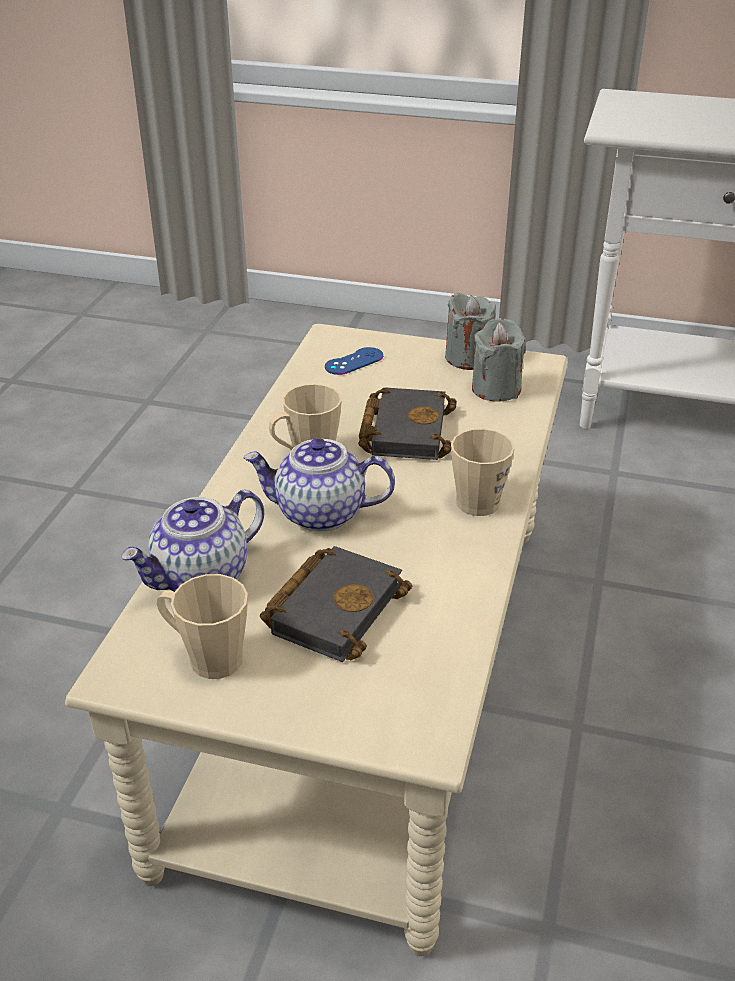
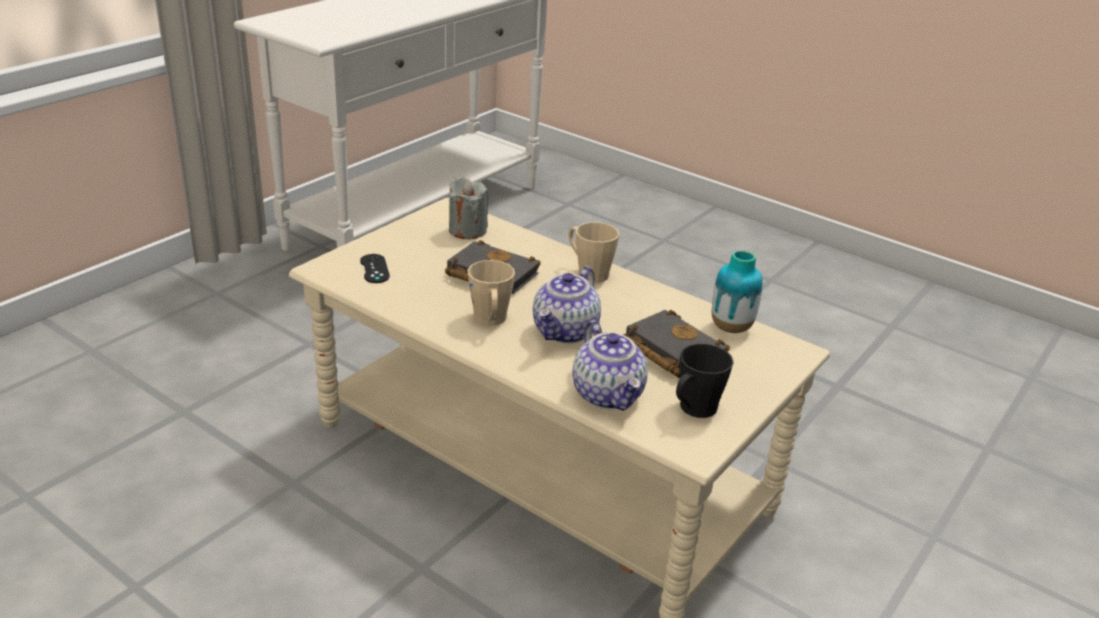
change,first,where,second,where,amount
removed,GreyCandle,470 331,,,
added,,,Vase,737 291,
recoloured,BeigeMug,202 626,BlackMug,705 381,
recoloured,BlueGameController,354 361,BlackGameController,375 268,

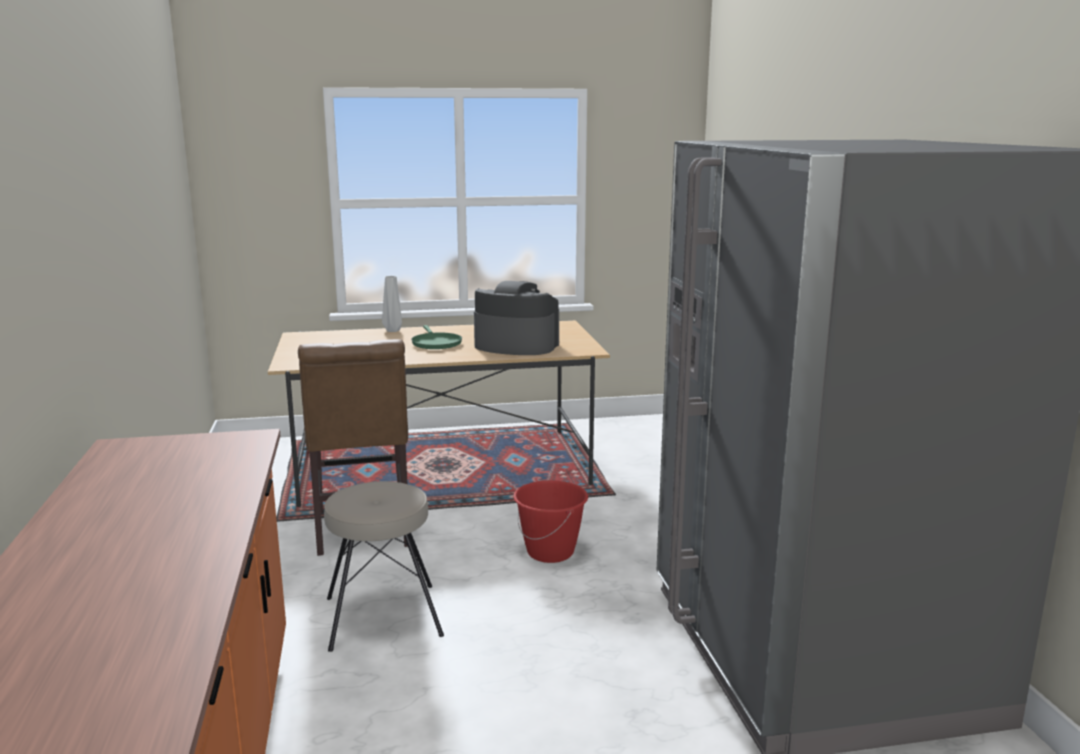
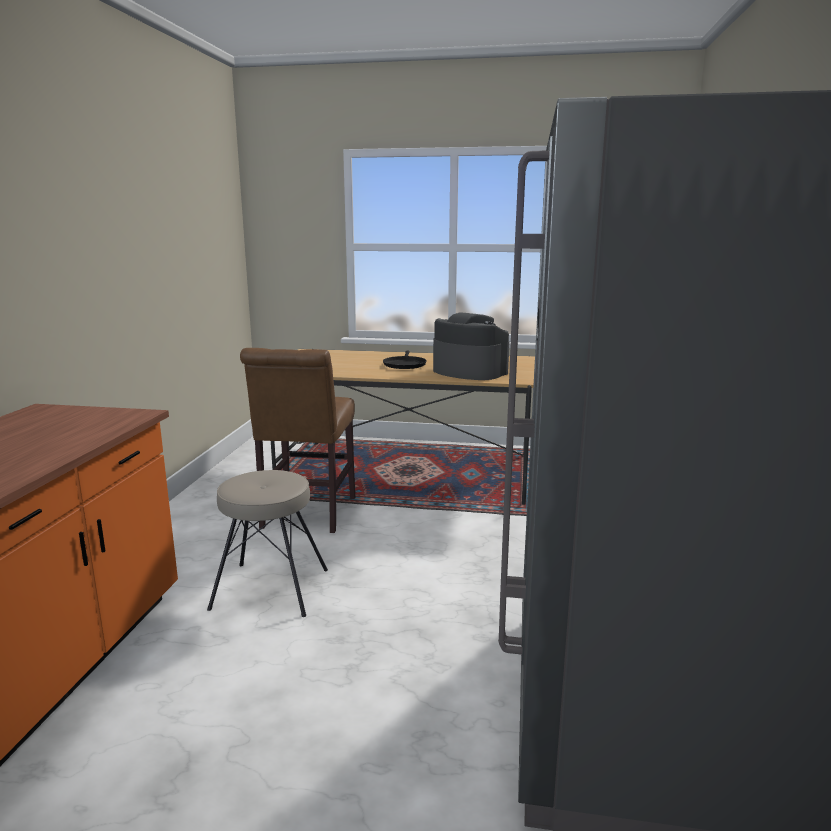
change,first,where,second,where,amount
removed,GreyVase,392 304,,,
removed,RedBucket,550 521,,,
recoloured,GreenFryingPan,436 337,BlackFryingPan,405 359,

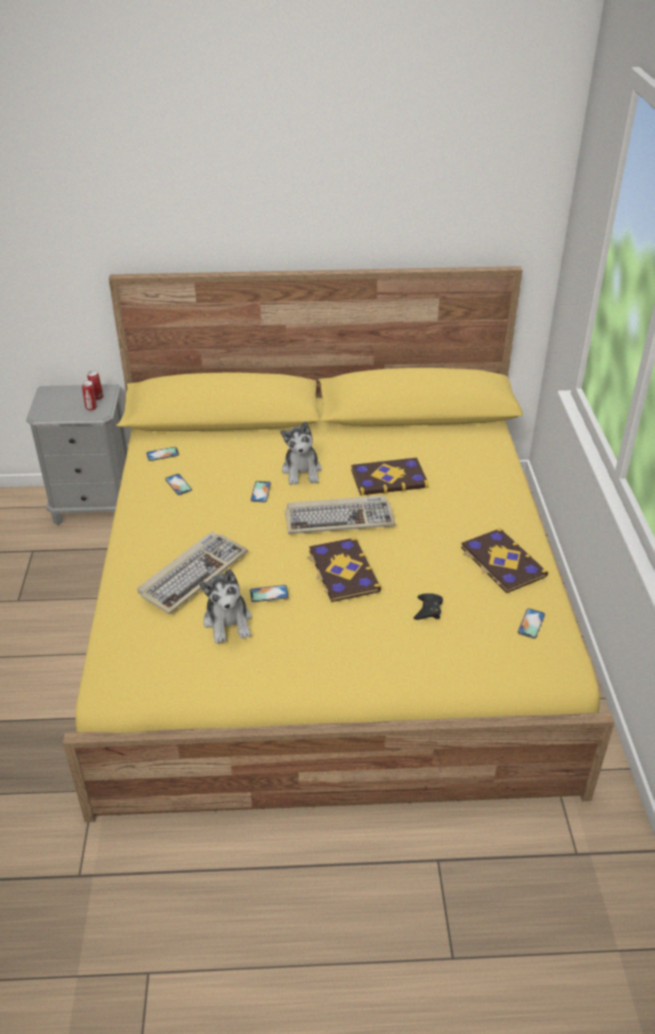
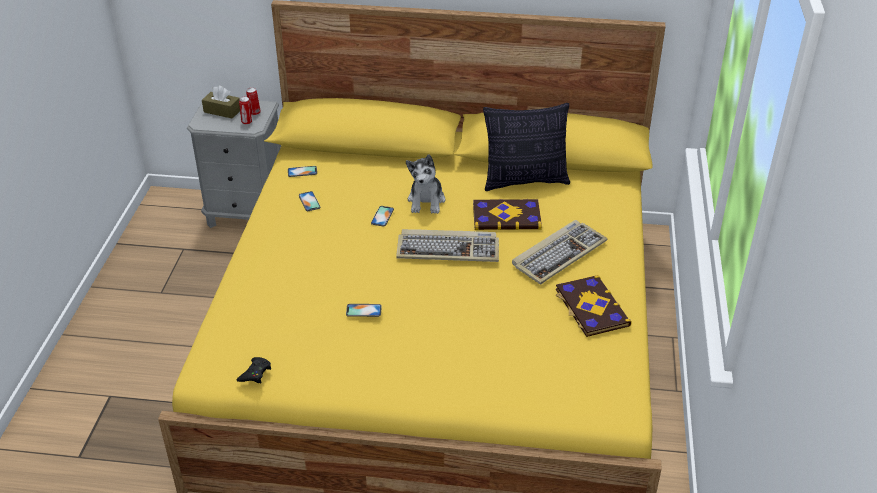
change,first,where,second,where,amount
removed,PlushToy,225 606,,,
removed,Book,344 569,,,
removed,Phone,531 623,,,
added,,,BrownTissueBox,221 102,
added,,,Pillow,526 147,
moved,Keyboard,192 573,,559 252,
moved,BlackGameController,428 606,,253 370,

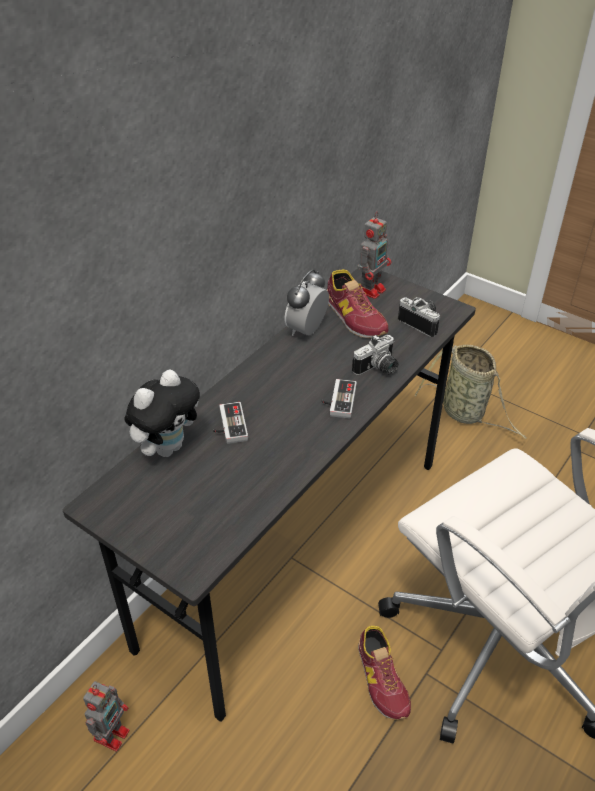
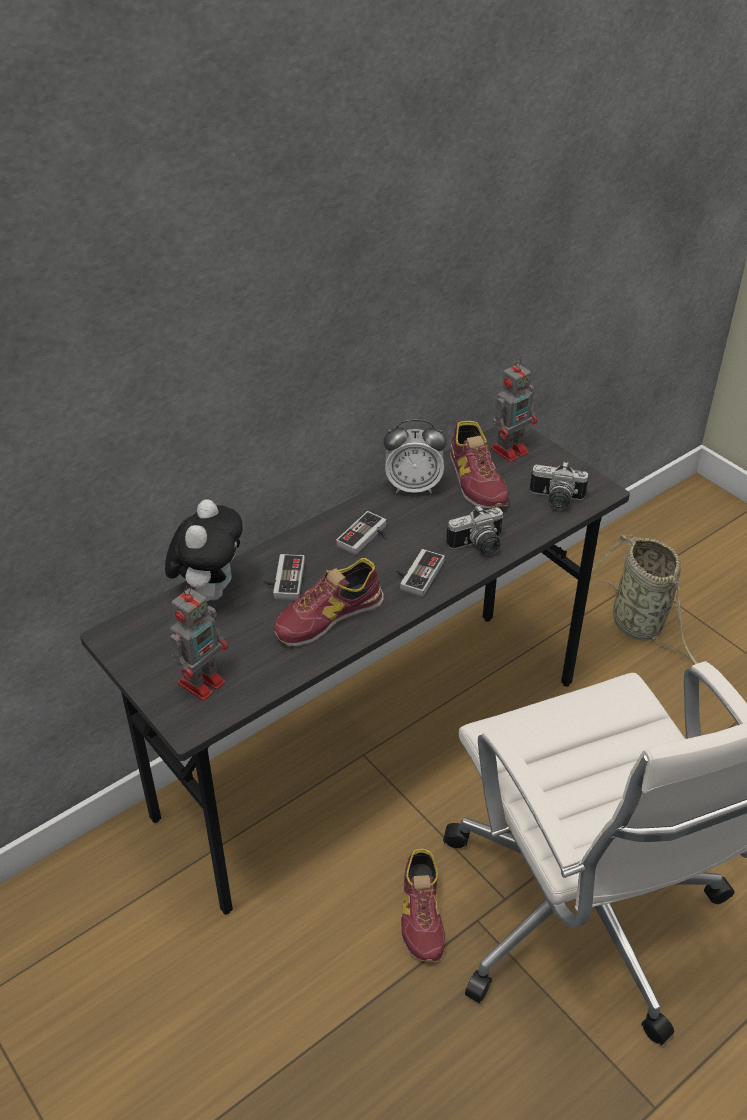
change,first,where,second,where,amount
added,,,Shoe,329 602,
added,,,GameController,361 533,
moved,ToyRobot,106 716,,198 643,
turned,PlushToy,162 413,,204 550,45 degrees counterclockwise
turned,AlarmClock,307 302,,415 456,135 degrees counterclockwise
turned,PhotoCamera,419 317,,559 485,135 degrees clockwise

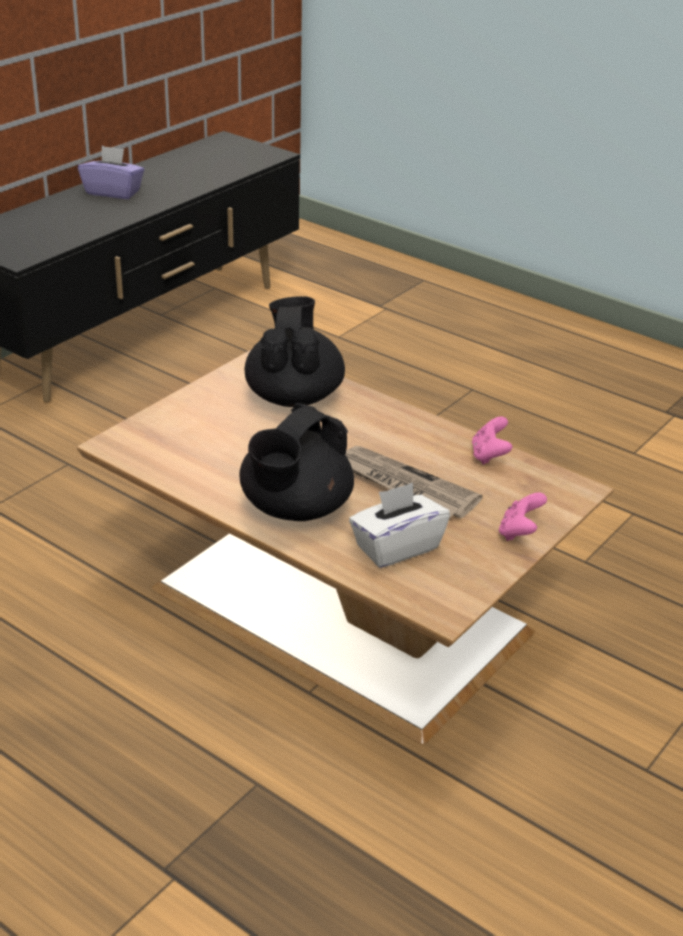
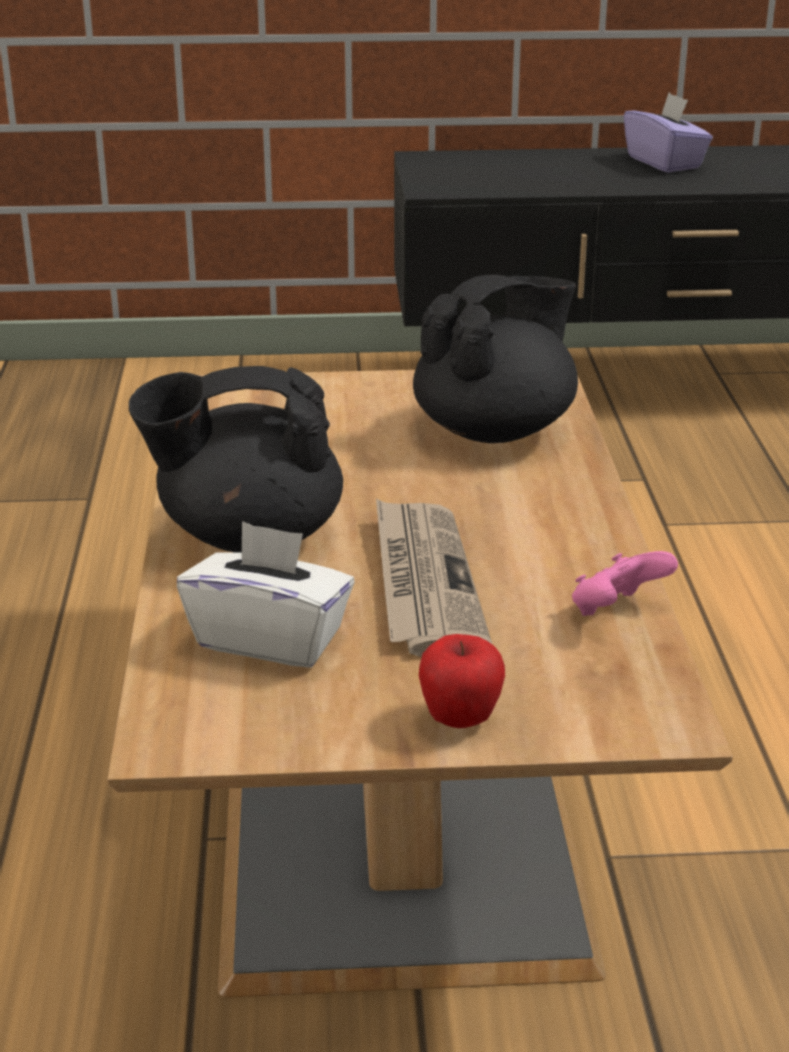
change,first,where,second,where,amount
replaced,PinkGameController,523 516,Apple,462 681,

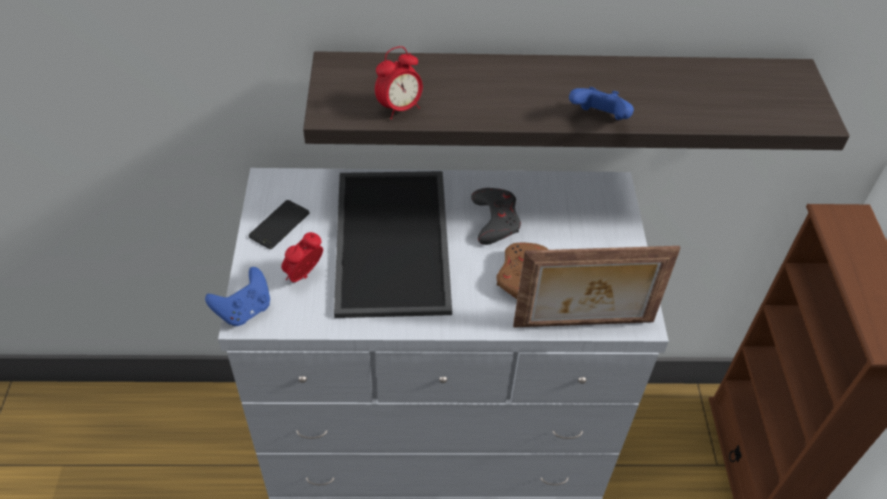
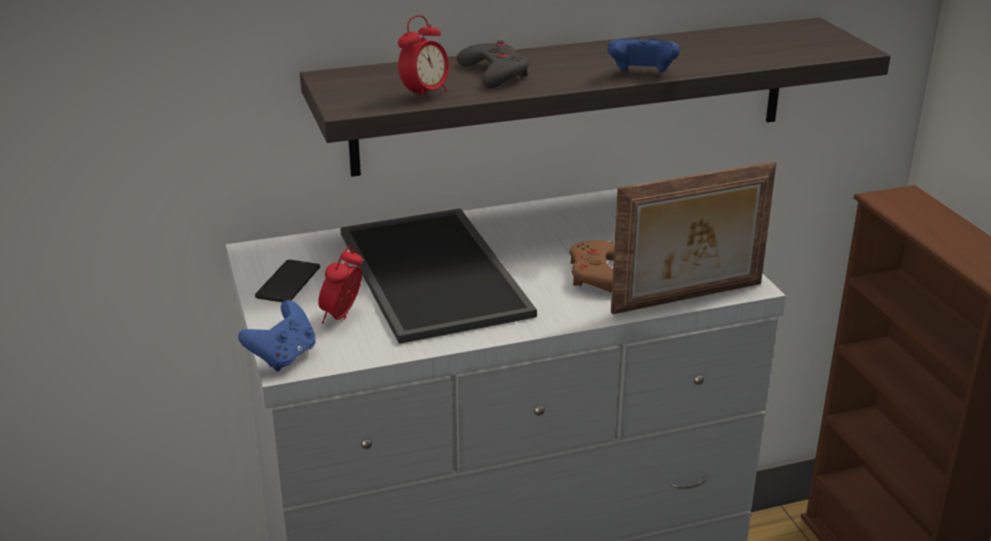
change,first,where,second,where,amount
moved,GreyGameController,496 216,,493 64,

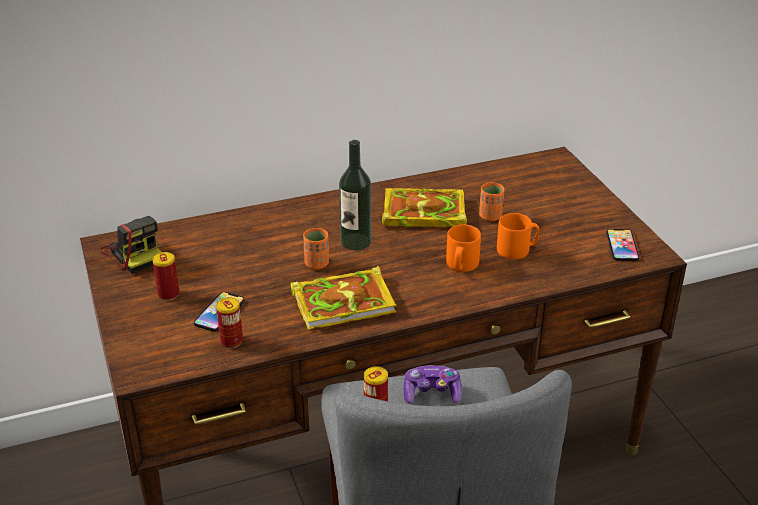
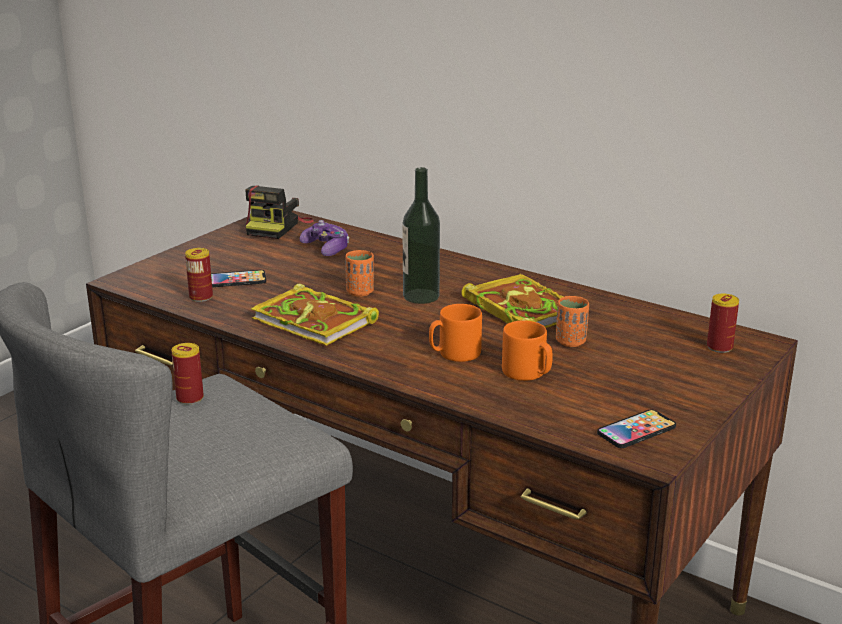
change,first,where,second,where,amount
moved,Can,165 276,,723 323,
moved,GameController,432 384,,324 238,

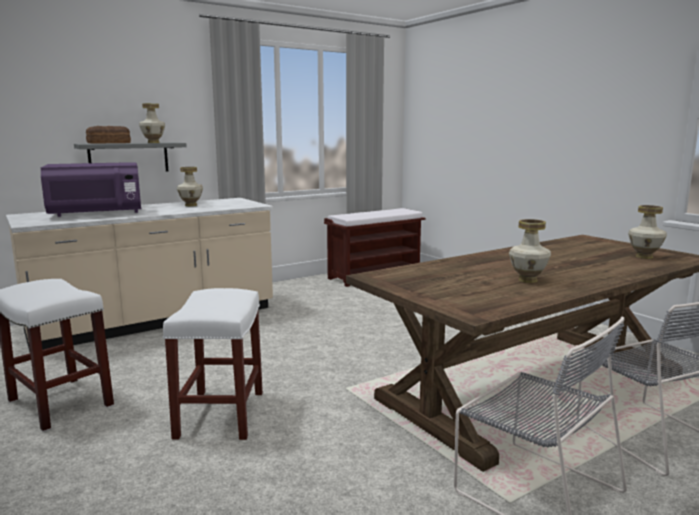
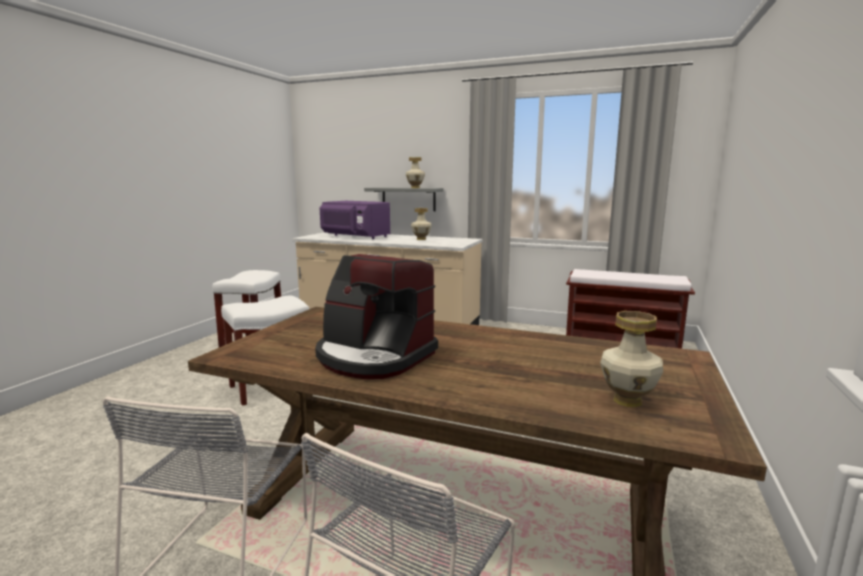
change,first,where,second,where,amount
removed,Bread,108 135,,,
replaced,Vase,530 251,CoffeeMachine,376 316,

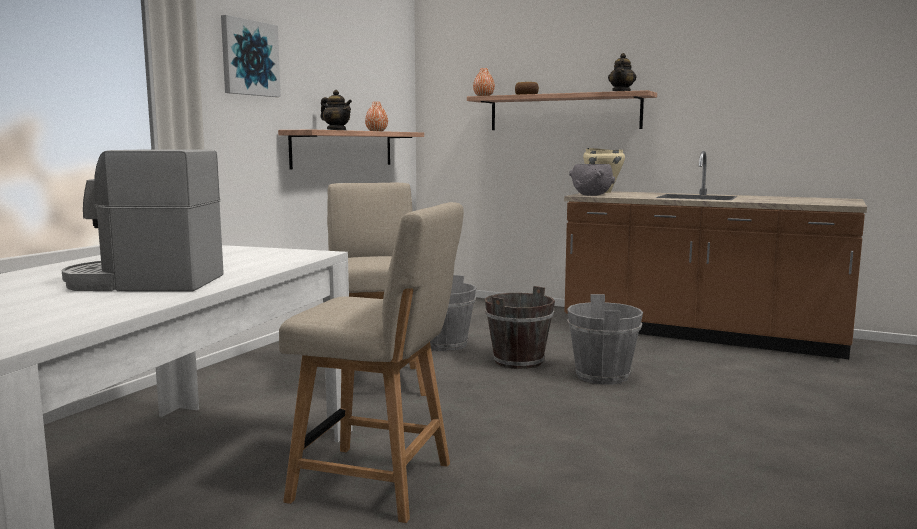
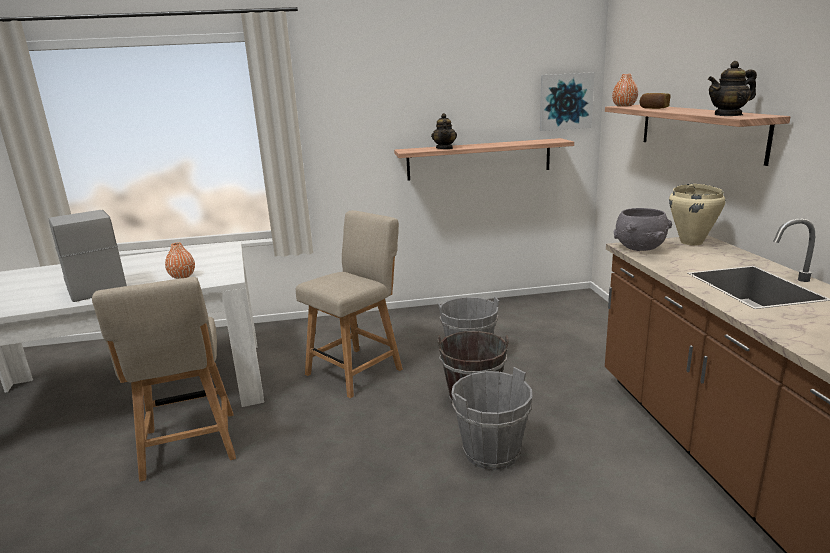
change,first,where,second,where,amount
moved,Picture,251 56,,567 101,
moved,OrangeVase,376 116,,180 260,

